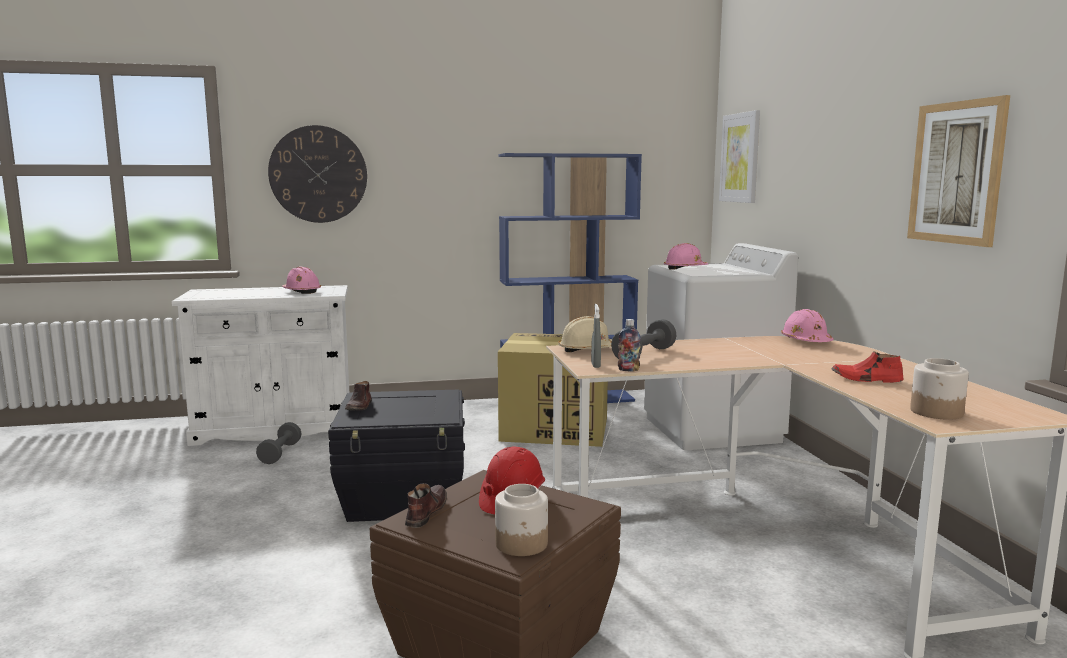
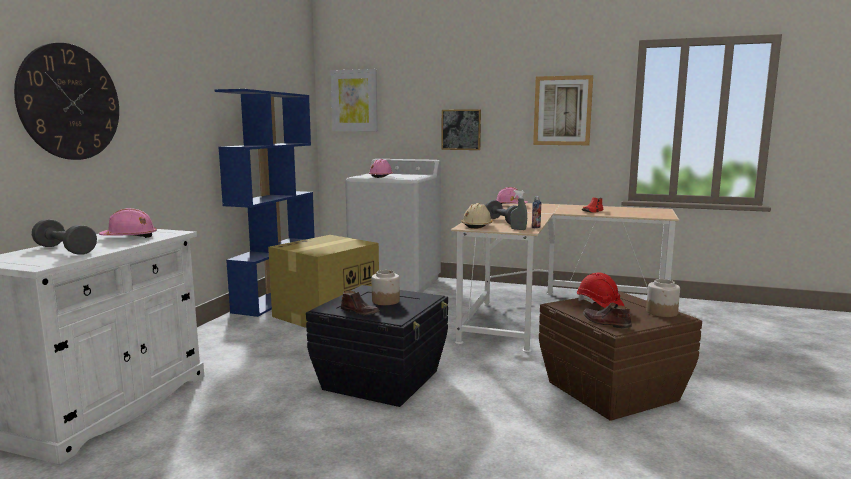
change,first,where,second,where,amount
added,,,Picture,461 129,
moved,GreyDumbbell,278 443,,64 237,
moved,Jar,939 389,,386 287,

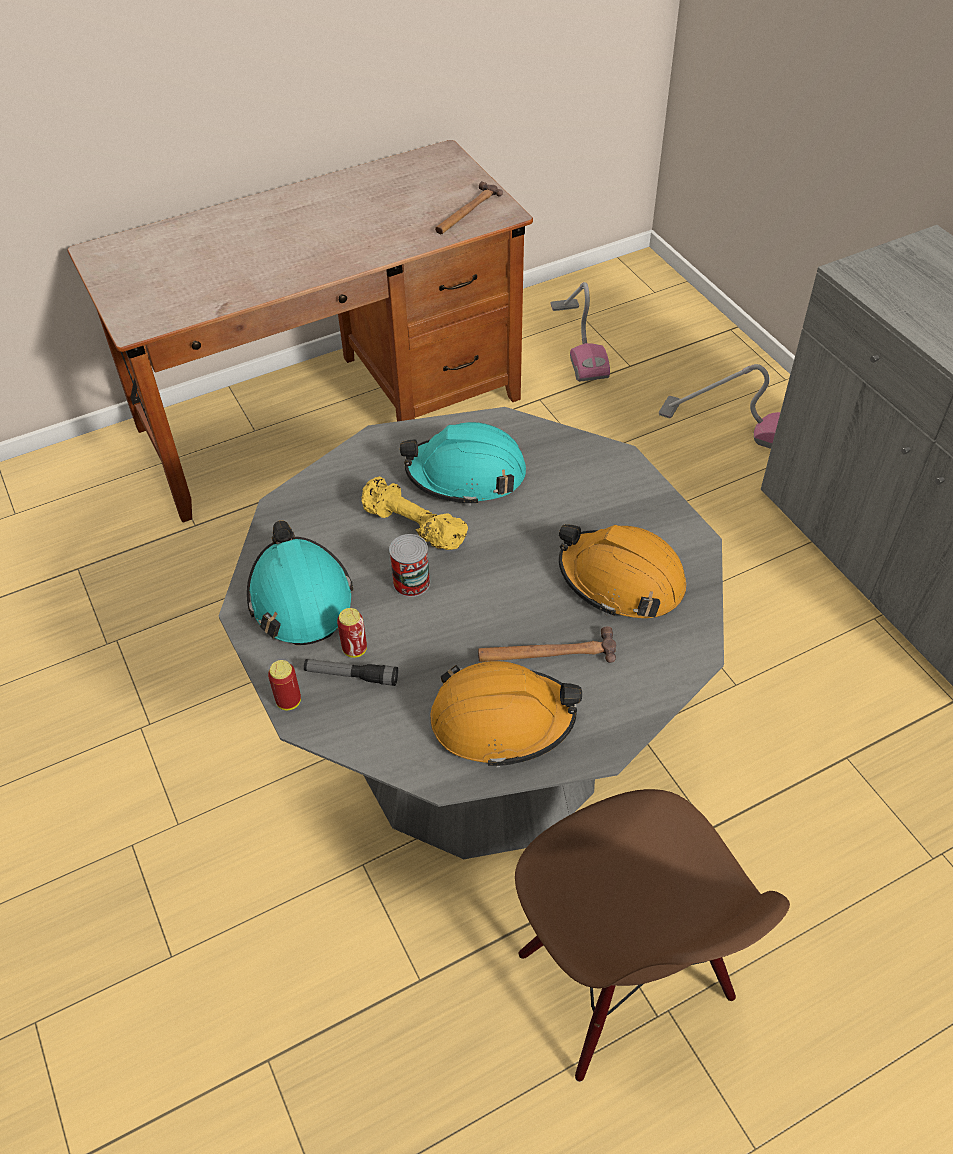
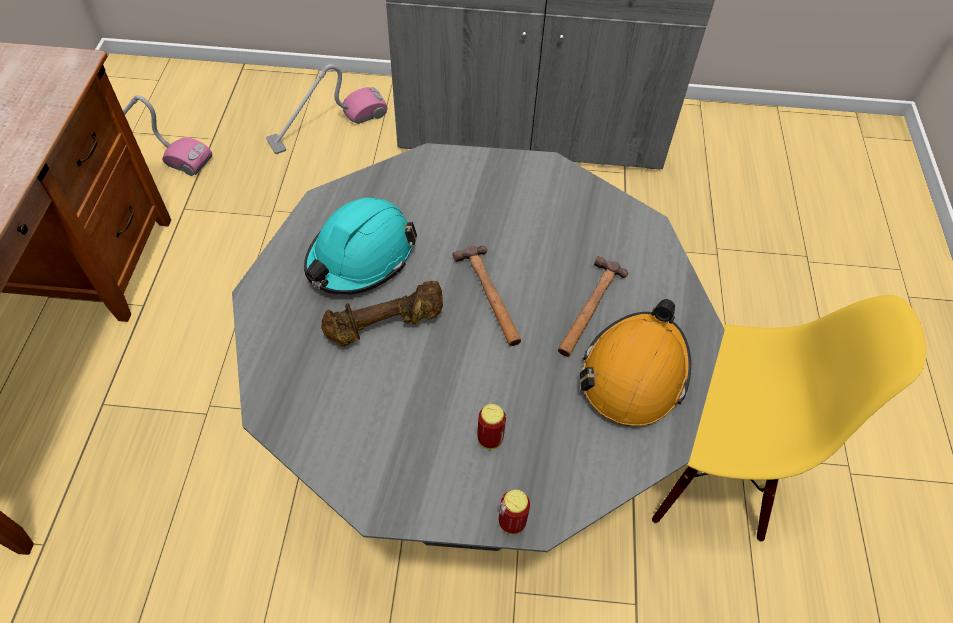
change,first,where,second,where,amount
removed,TurquoiseHardHat,300 582,,,
removed,Flashlight,351 672,,,
removed,Can,409 565,,,
removed,OrangeHardHat,622 571,,,
moved,Hammer,469 207,,487 295,
recoloured,YellowDumbbell,415 513,BrownDumbbell,382 314,
recoloured,BrownChair,652 935,YellowChair,789 418,

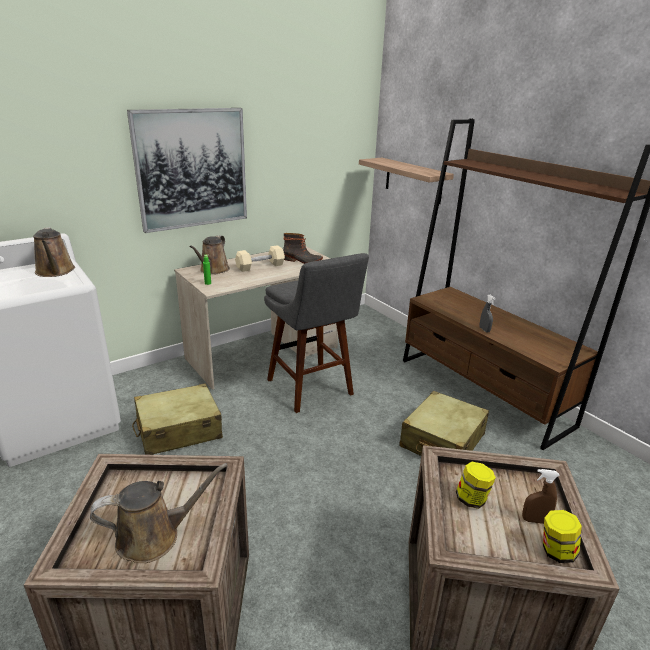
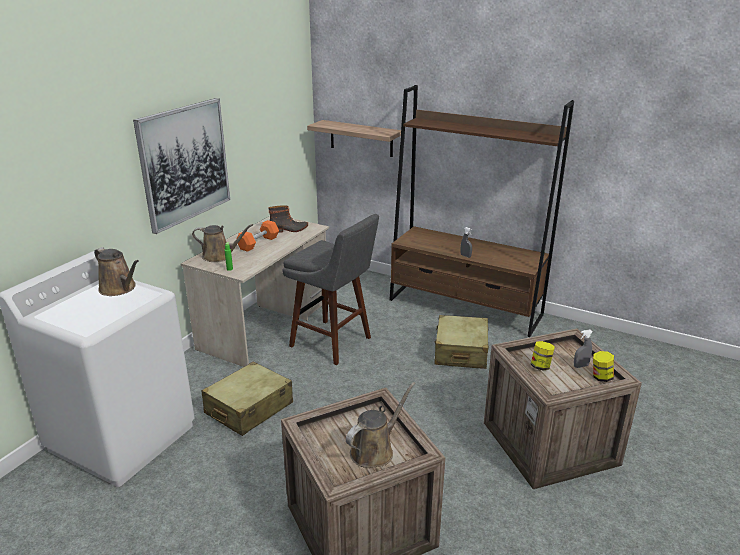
change,first,where,second,where,amount
recoloured,BeigeDumbbell,260 258,OrangeDumbbell,258 236,
recoloured,BrownSprayBottle,541 496,GreySprayBottle,583 349,
turned,BrownWateringCan,209 255,,222 243,75 degrees counterclockwise

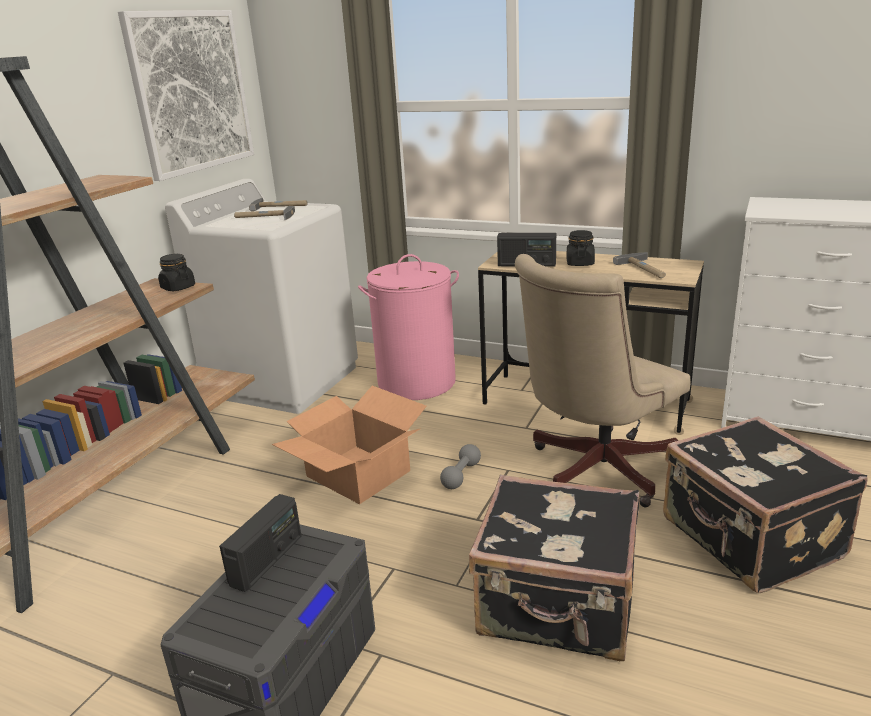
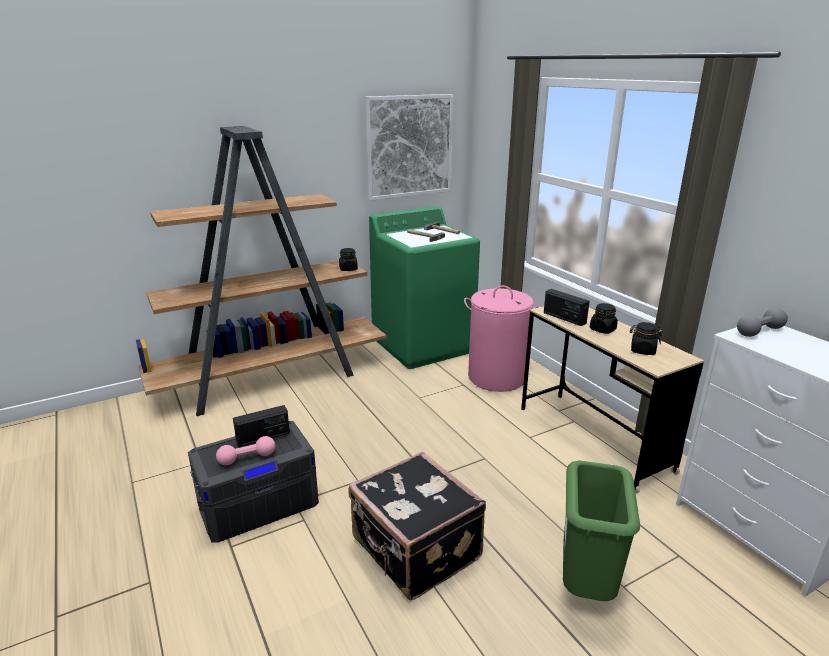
change,first,where,second,where,amount
removed,CardboardBox,349 445,,,
removed,BeigeOfficeChair,602 380,,,
added,,,PinkDumbbell,245 450,
moved,GreyDumbbell,460 466,,762 322,
replaced,Hammer,639 265,BlackJar,646 338,
replaced,BlackSuitcase,765 504,GreenTrashCan,601 531,
recoloured,WhiteWashingMachine,261 296,GreenWashingMachine,424 287,

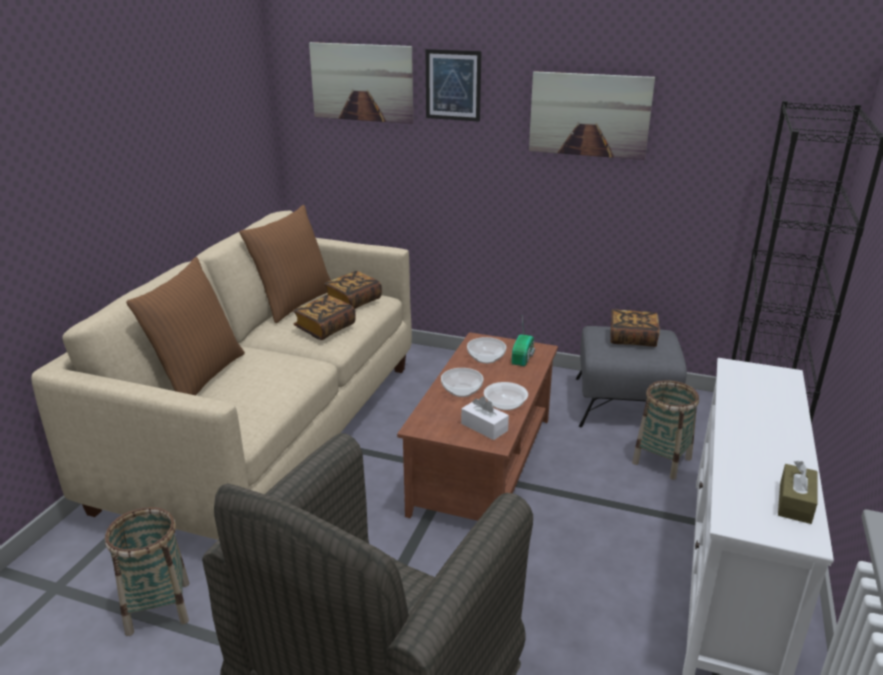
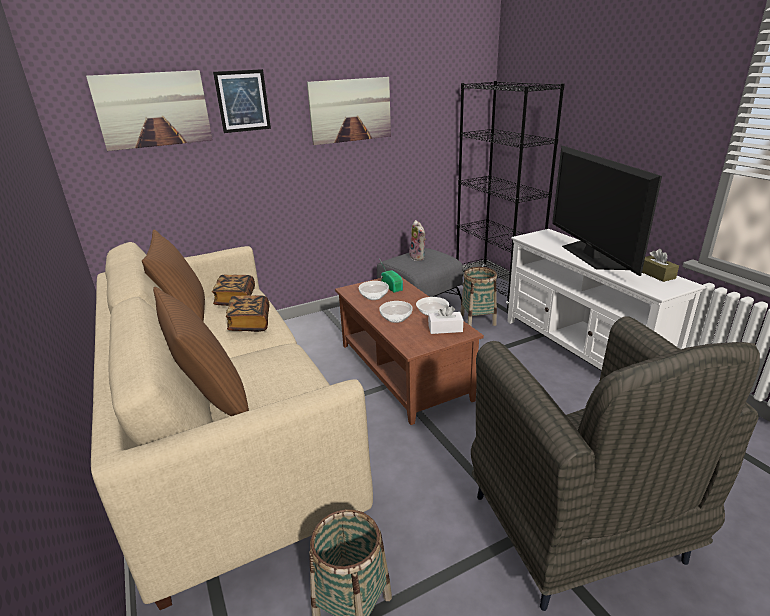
change,first,where,second,where,amount
added,,,Television,607 211,
replaced,Book,635 328,PlushToy,417 240,

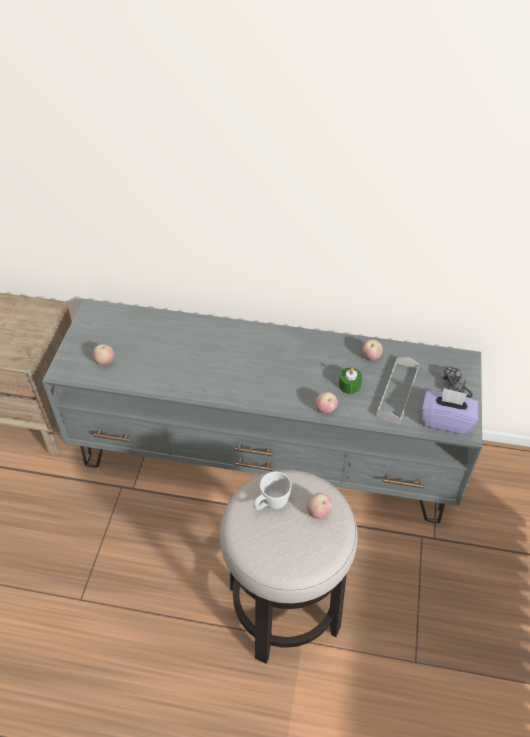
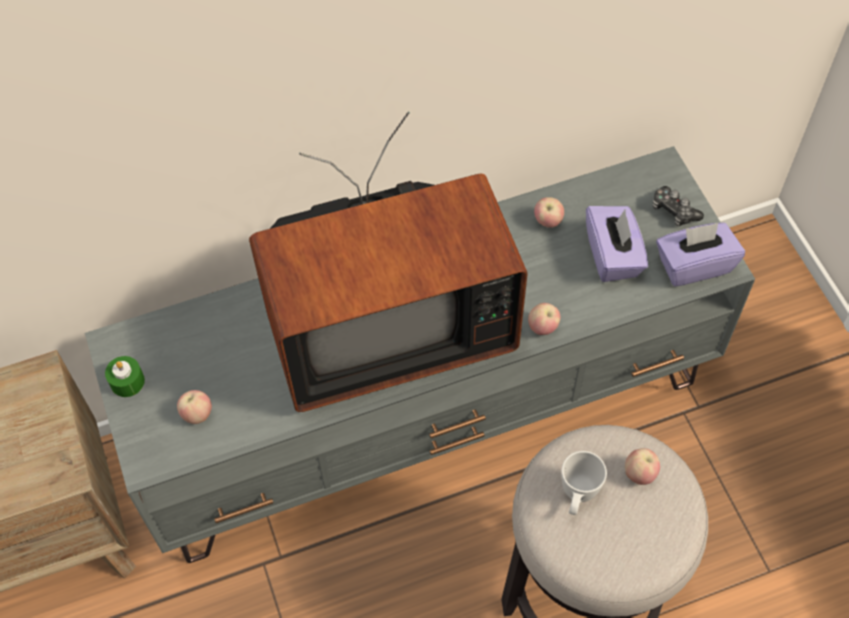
change,first,where,second,where,amount
added,,,Television,388 262,
moved,GreenCandle,350 381,,125 376,
replaced,GreyTray,398 390,PurpleTissueBox,617 244,

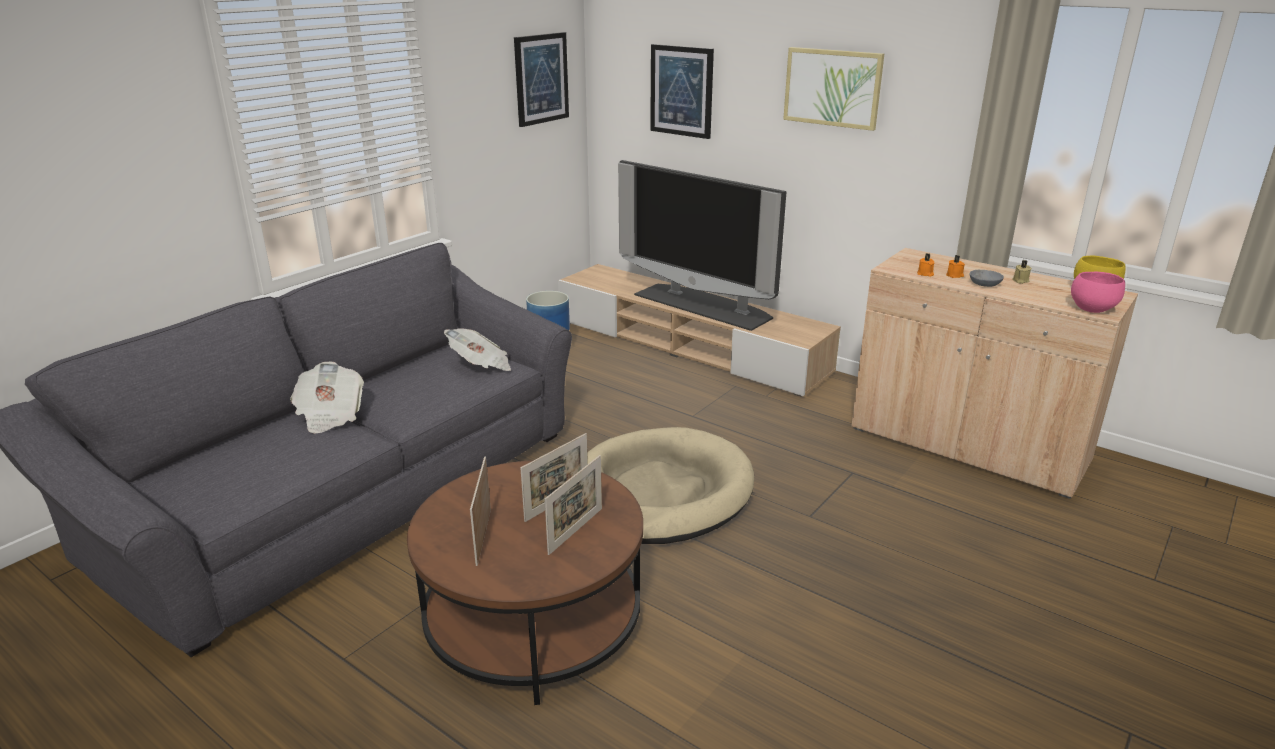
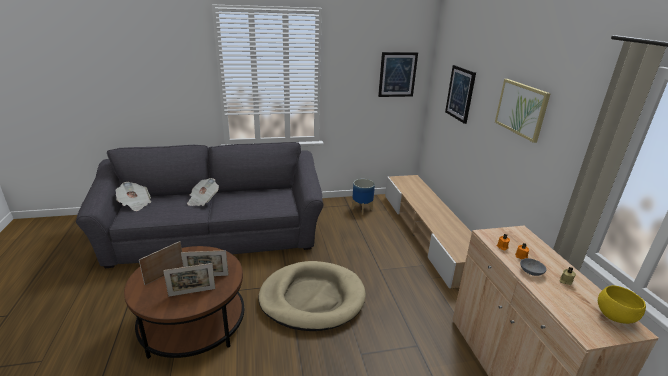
change,first,where,second,where,amount
removed,Television,702 245,,,
removed,PinkBowl,1098 292,,,
moved,Newspaper,477 349,,133 196,

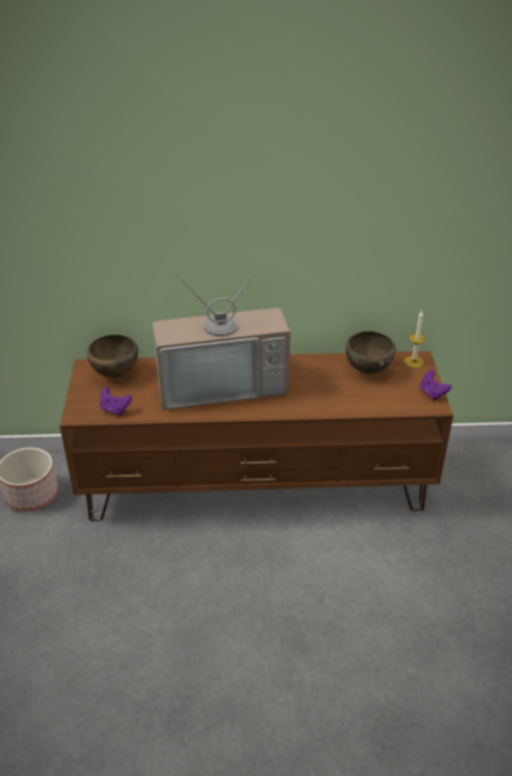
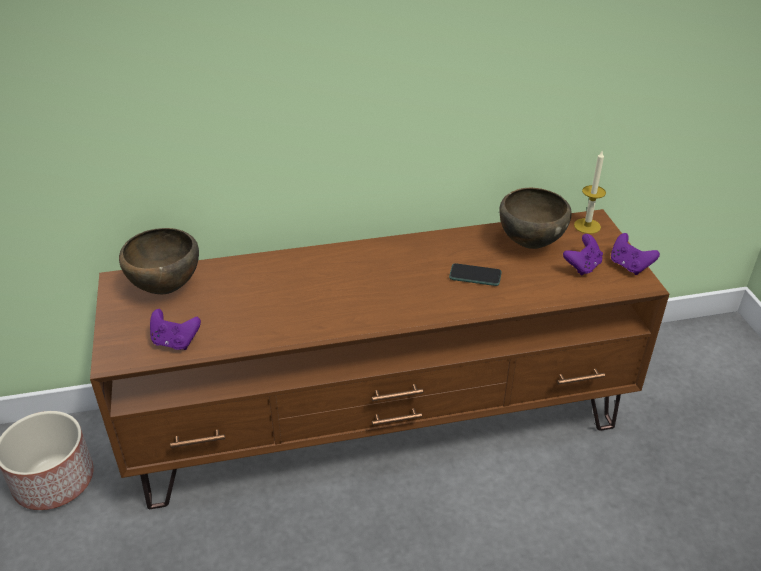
change,first,where,second,where,amount
removed,Television,221 336,,,
added,,,Phone,475 274,
added,,,PurpleGameController,583 255,

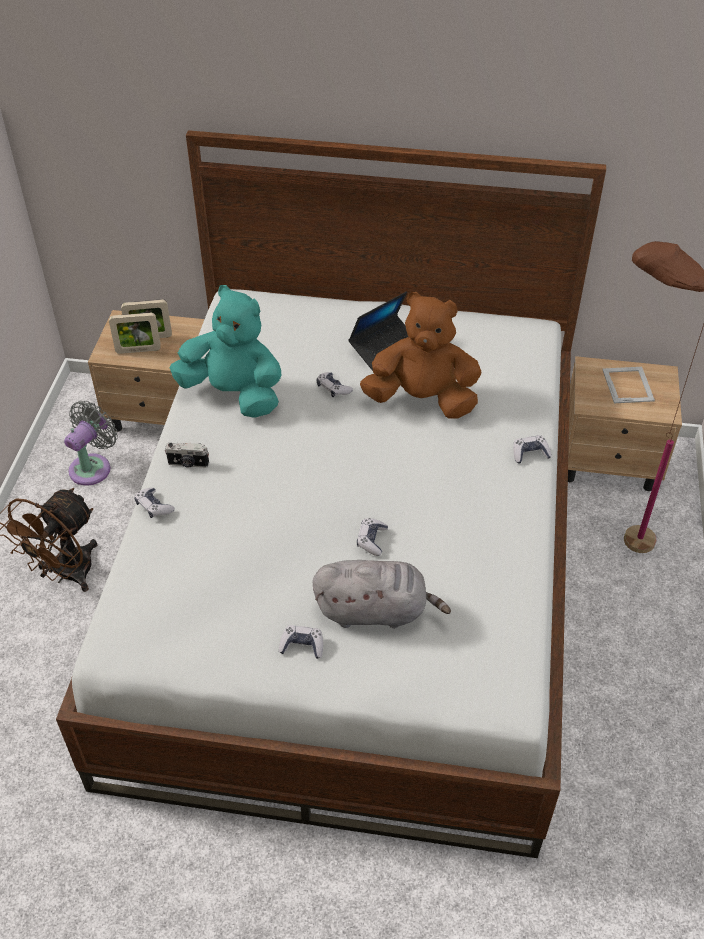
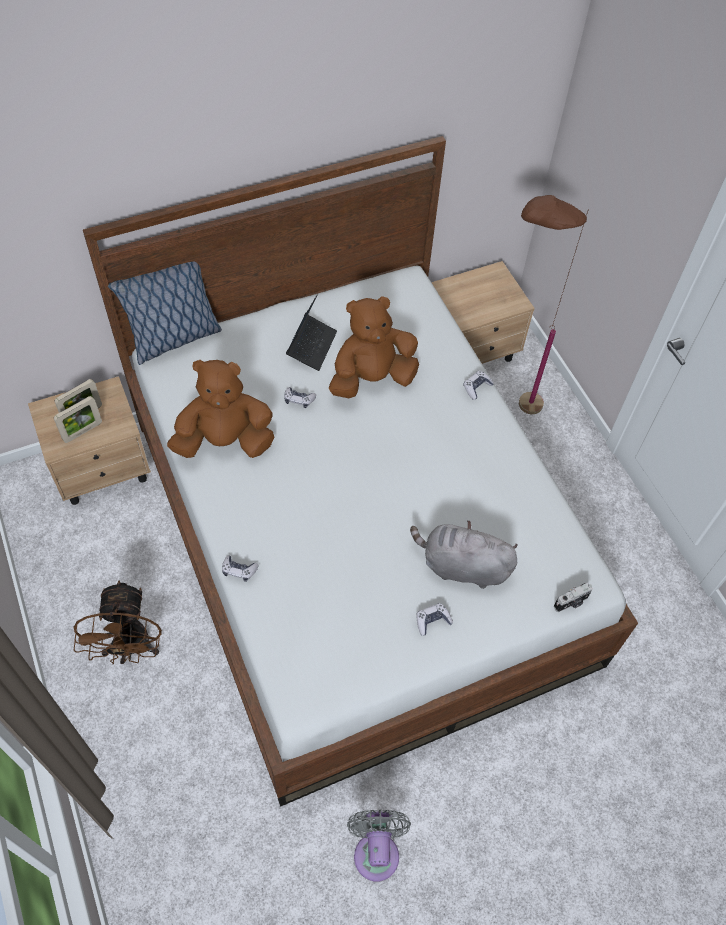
change,first,where,second,where,amount
removed,GameController,372 537,,,
removed,PictureFrame,628 385,,,
added,,,Pillow,165 313,
moved,GreyFan,91 443,,379 845,
moved,PhotoCamera,187 455,,573 597,
recoloured,TurquoisePlushToy,225 351,BrownPlushToy,221 409,
turned,GreyPlushToy,382 594,,464 554,135 degrees counterclockwise

